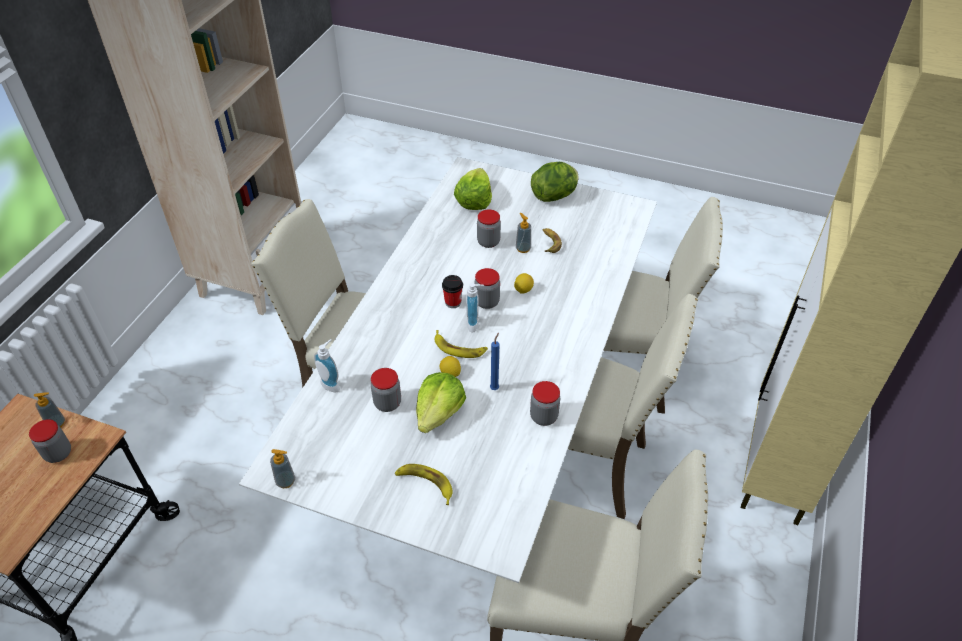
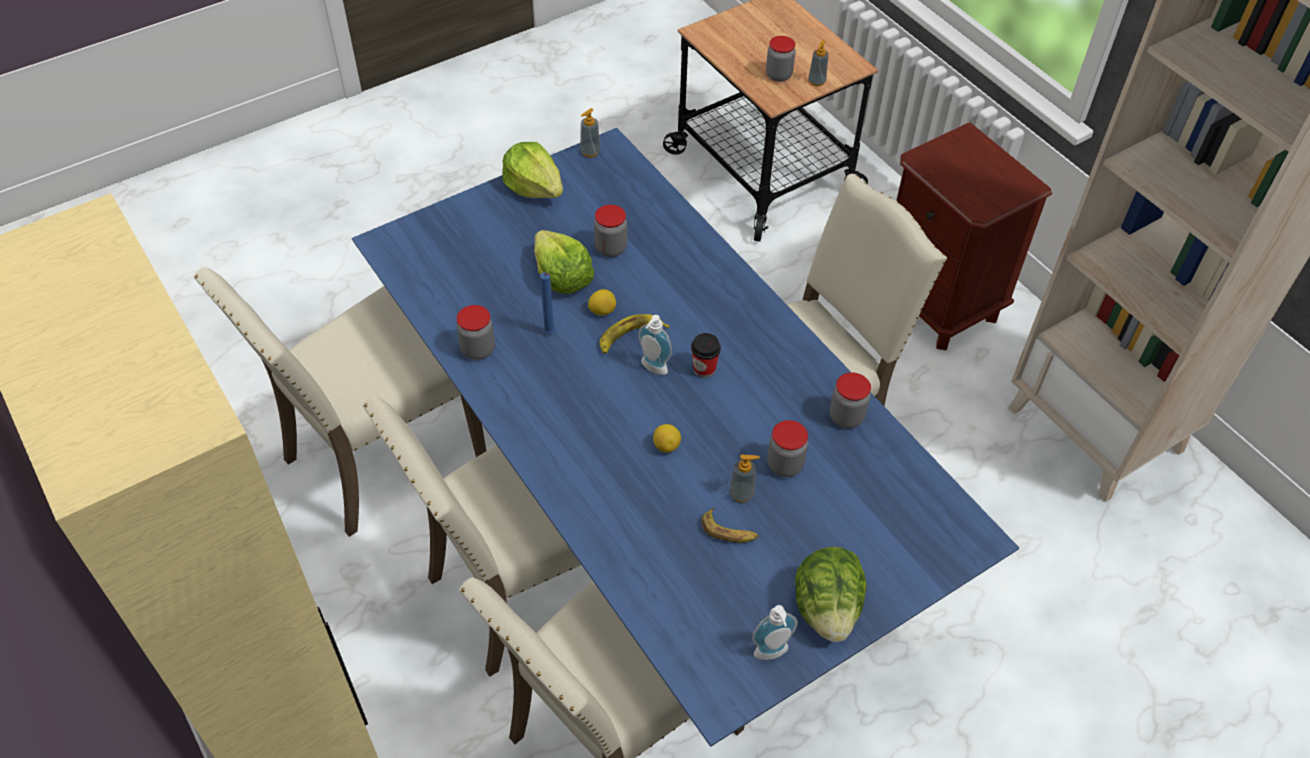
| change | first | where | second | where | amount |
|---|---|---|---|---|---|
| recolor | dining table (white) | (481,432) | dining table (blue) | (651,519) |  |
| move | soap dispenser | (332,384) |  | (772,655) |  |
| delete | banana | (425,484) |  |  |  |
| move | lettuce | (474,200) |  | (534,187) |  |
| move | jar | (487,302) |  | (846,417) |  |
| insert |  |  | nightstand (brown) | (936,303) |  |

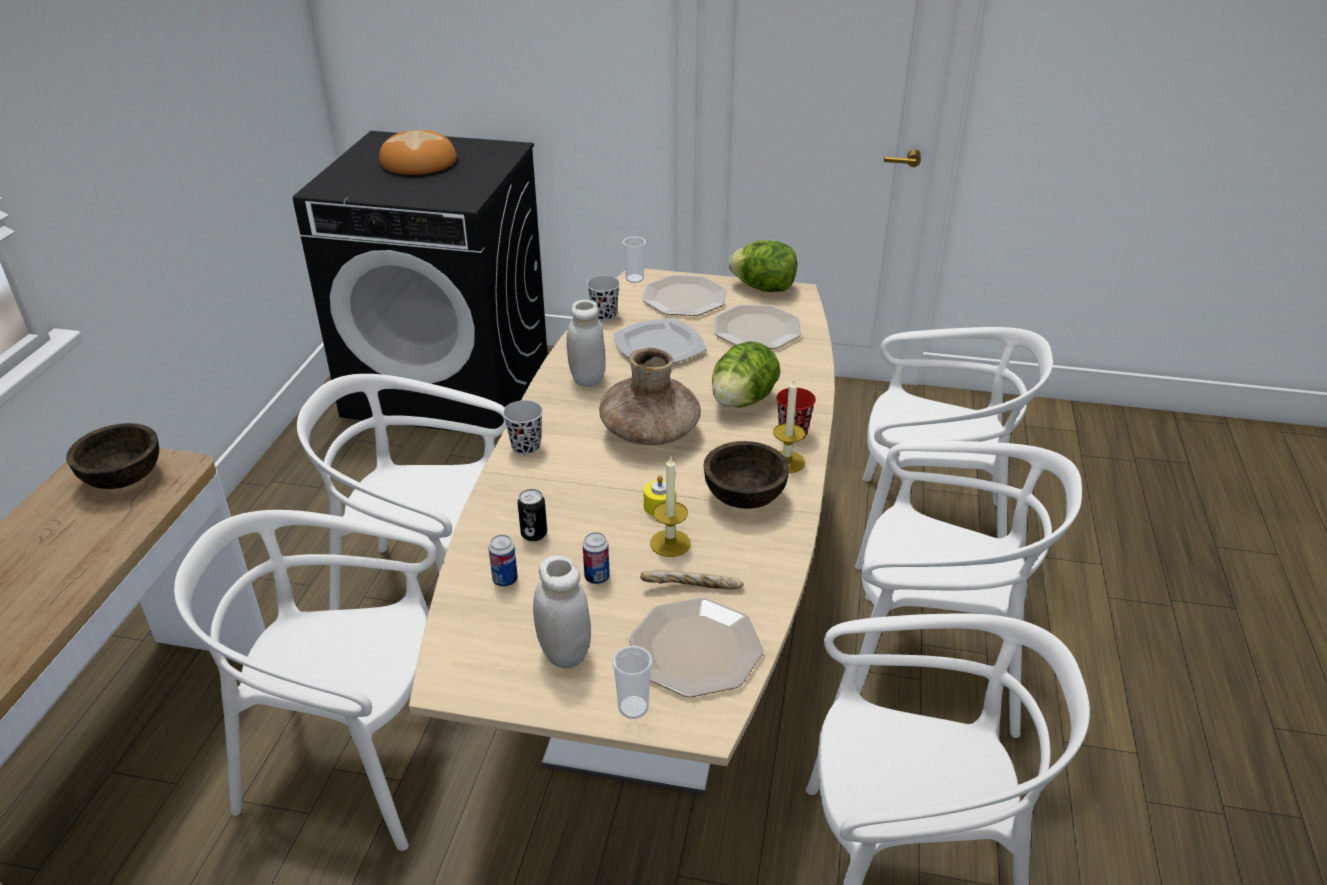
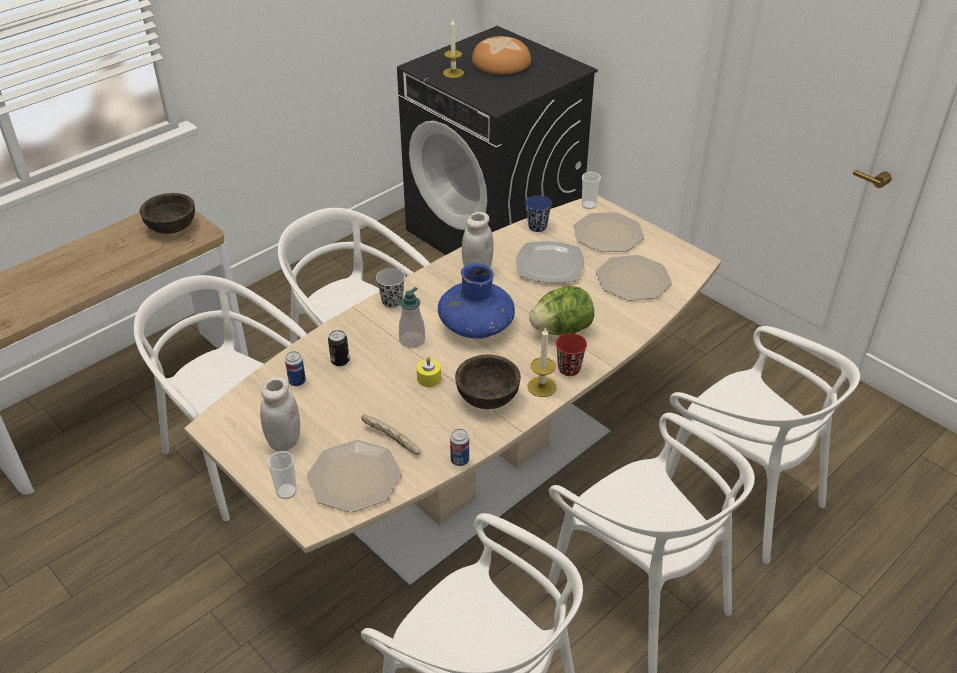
| change | first | where | second | where | amount |
|---|---|---|---|---|---|
| move | can | (597,577) |  | (460,460) |  |
| recolor | cup (black) | (604,315) | cup (blue) | (537,226) |  |
| recolor | vase (brown) | (650,432) | vase (blue) | (476,325) |  |
| move | candle | (670,543) |  | (453,73) |  |
| delete | lettuce | (763,288) |  |  |  |
| insert |  |  | soap dispenser | (412,340) |  |

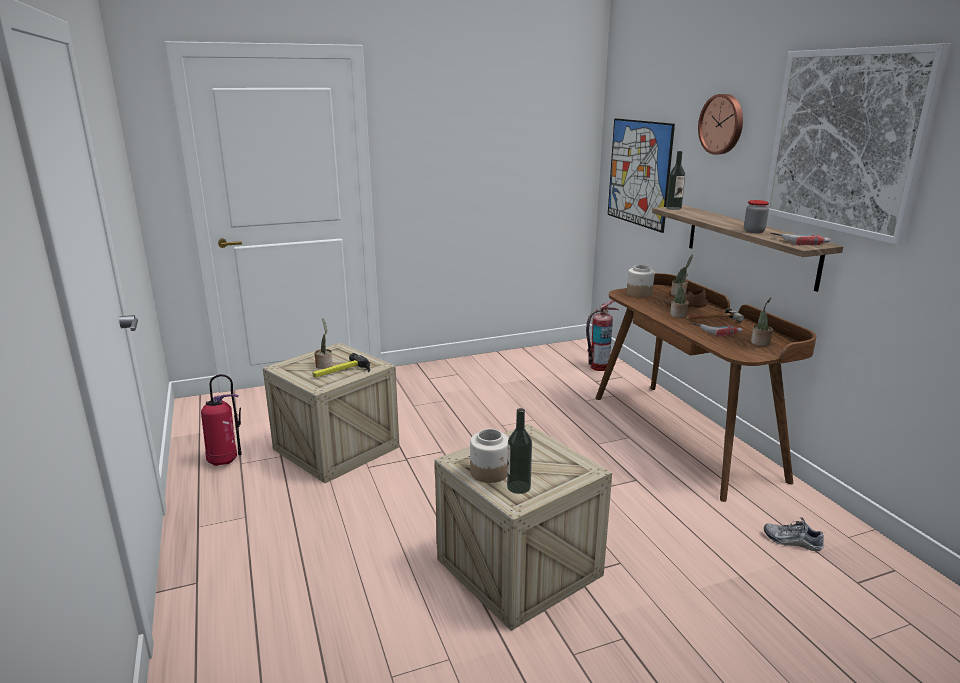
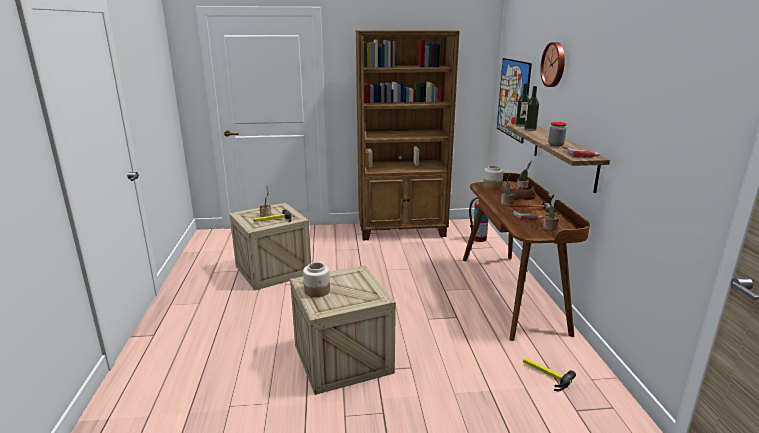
| change | first | where | second | where | amount |
|---|---|---|---|---|---|
| delete | fire extinguisher | (225,461) |  |  |  |
| move | bottle | (518,487) |  | (530,130) |  |
| replace | shoe | (792,541) | hammer | (545,375) |  |
| delete | picture | (845,141) |  |  |  |
| insert |  |  | bookcase (brown) | (402,231) |  |

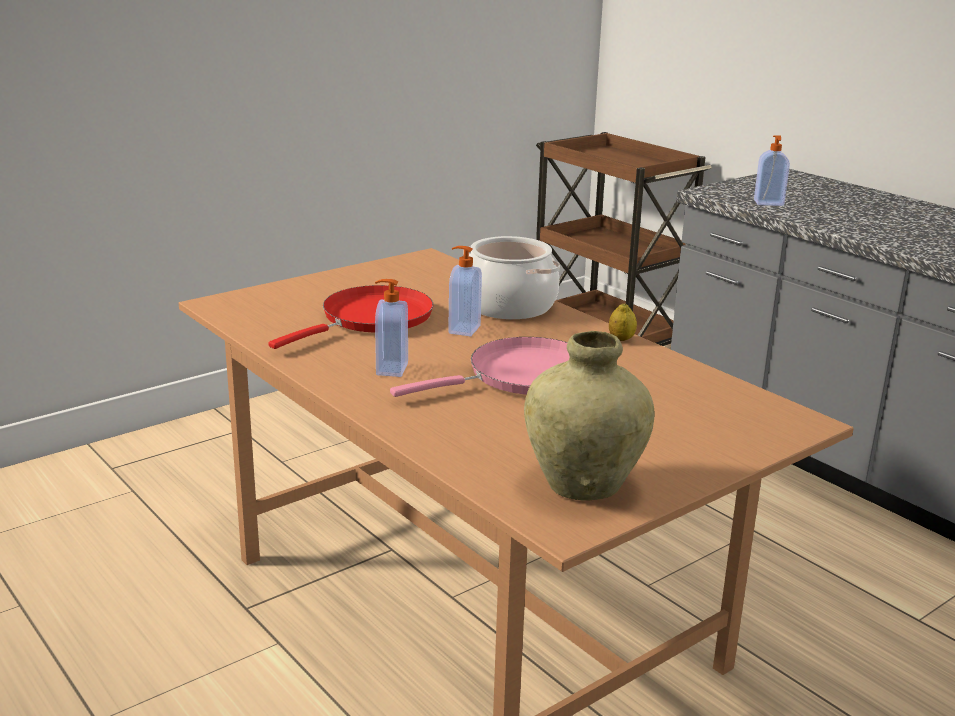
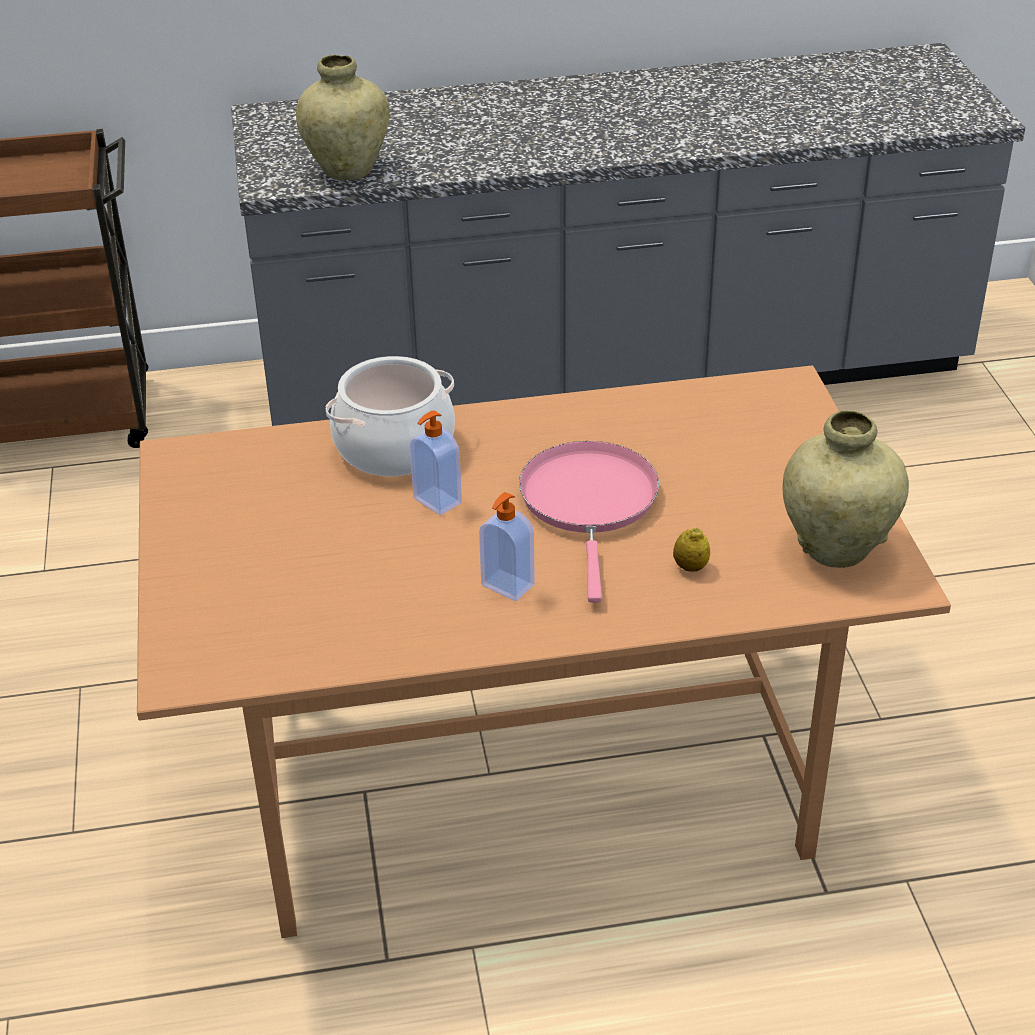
| change | first | where | second | where | amount |
|---|---|---|---|---|---|
| delete | frying pan (red) | (371,319) |  |  |  |
| move | lemon | (621,339) |  | (690,567) |  |
| replace | soap dispenser | (768,203) | vase (beige) | (348,169) |  |

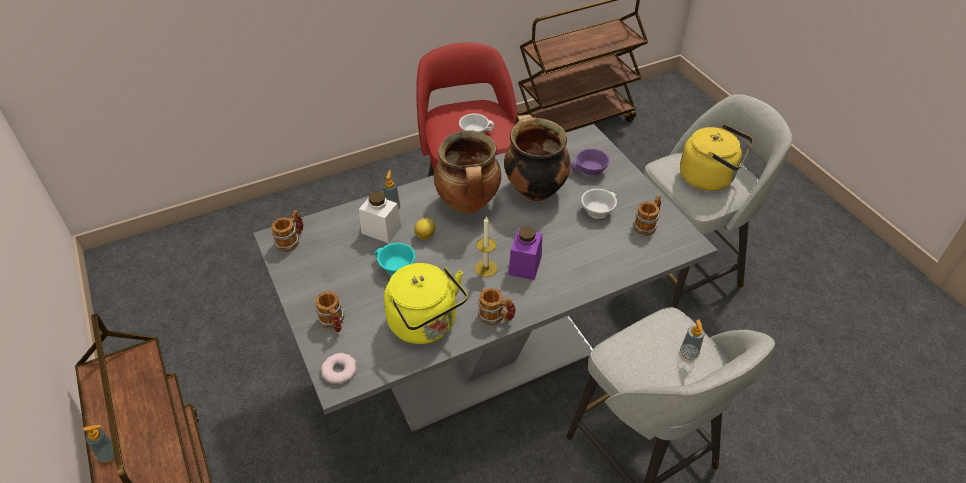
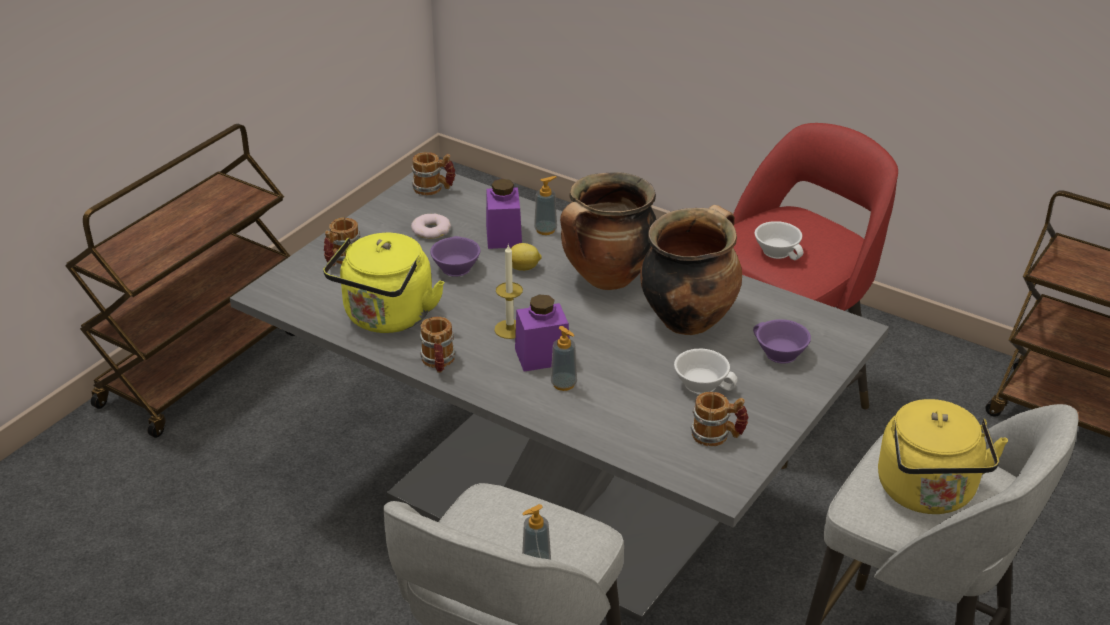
| change | first | where | second | where | amount |
|---|---|---|---|---|---|
| move | soap dispenser | (109,455) |  | (564,384) |  |
| move | donut | (339,370) |  | (431,230) |  |
| recolor | jar (white) | (381,230) | jar (purple) | (504,236) |  |
| recolor | cup (turquoise) | (395,267) | cup (purple) | (454,267) |  |

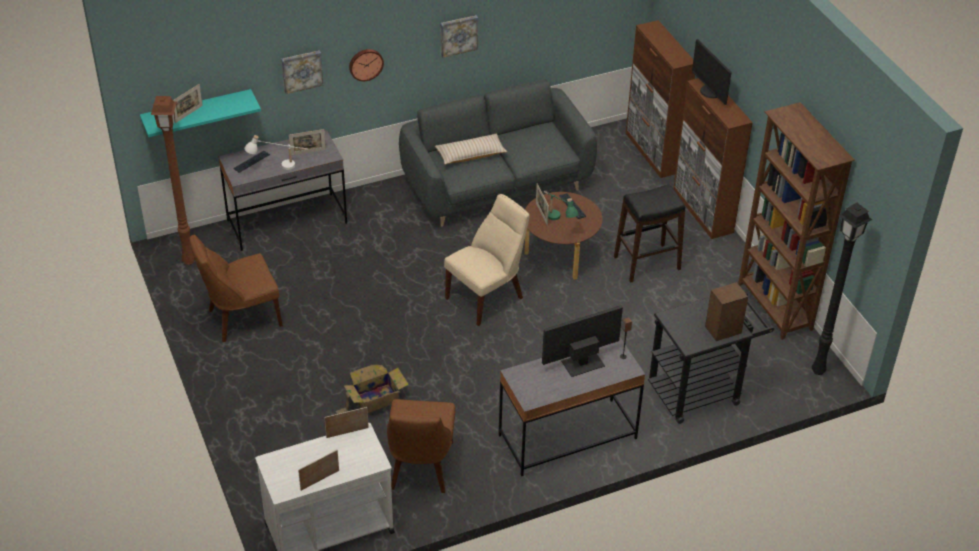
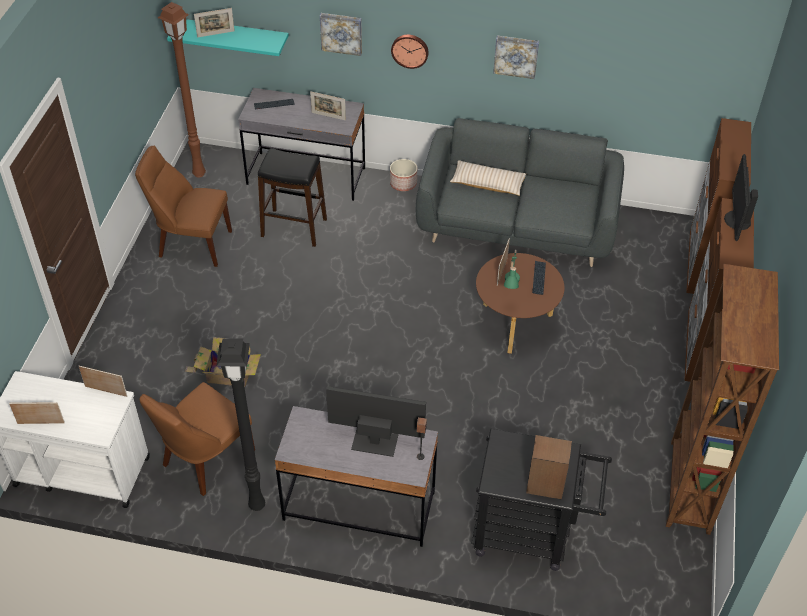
| change | first | where | second | where | amount |
|---|---|---|---|---|---|
| delete | table lamp (white) | (278,167) |  |  |  |
| delete | chair (beige) | (487,297) |  |  |  |
| move | stool (black) | (646,263) |  | (293,228) |  |
| move | floor lamp (black) | (817,370) |  | (256,504) |  |
| insert |  |  | planter | (403,183) |  |

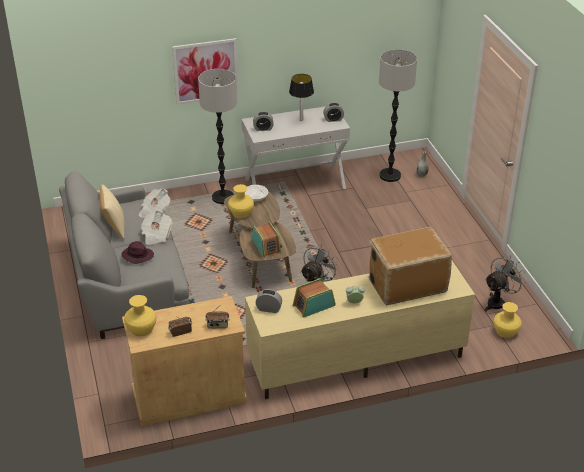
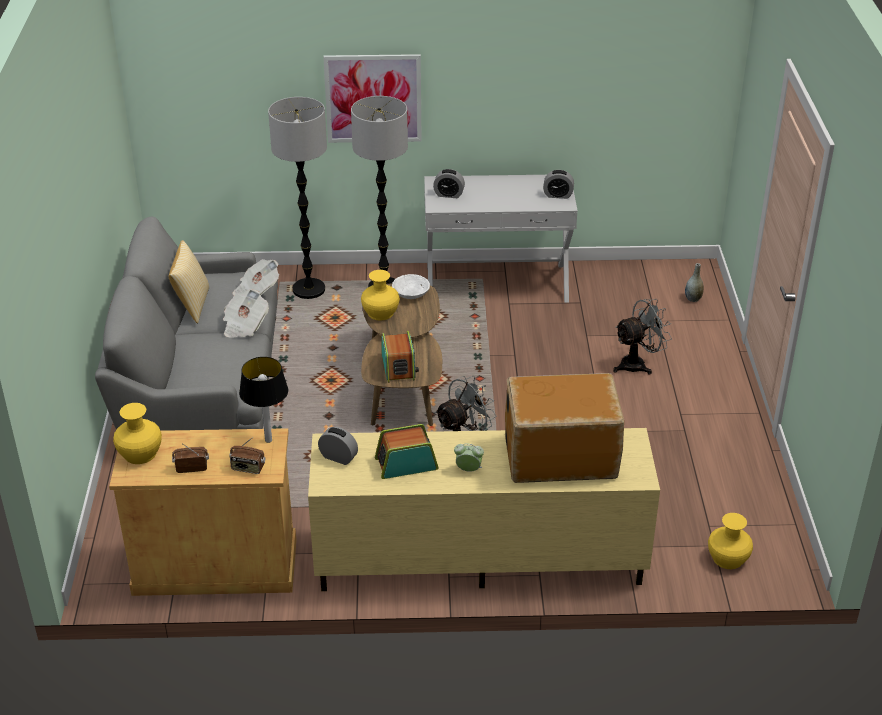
| change | first | where | second | where | amount |
|---|---|---|---|---|---|
| delete | hat (purple) | (137,256) |  |  |  |
| move | table lamp | (301,120) |  | (268,440) |  |
| move | floor lamp | (390,175) |  | (309,290) |  |
| move | fan (grey) | (499,302) |  | (638,364) |  |

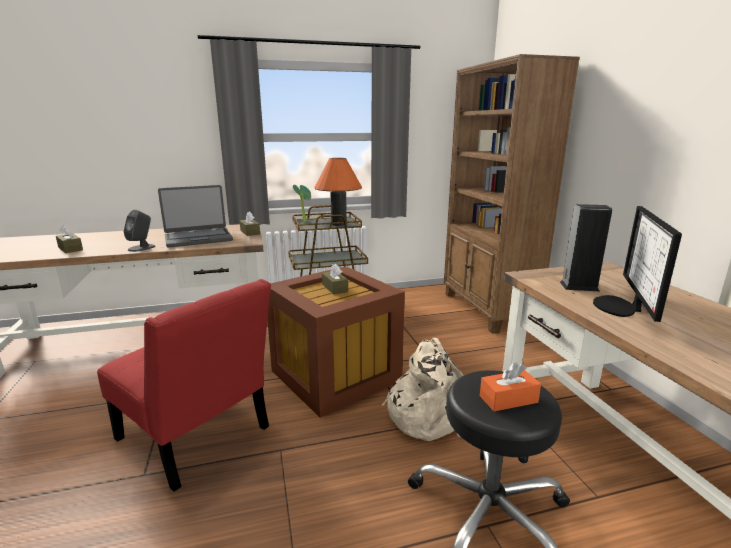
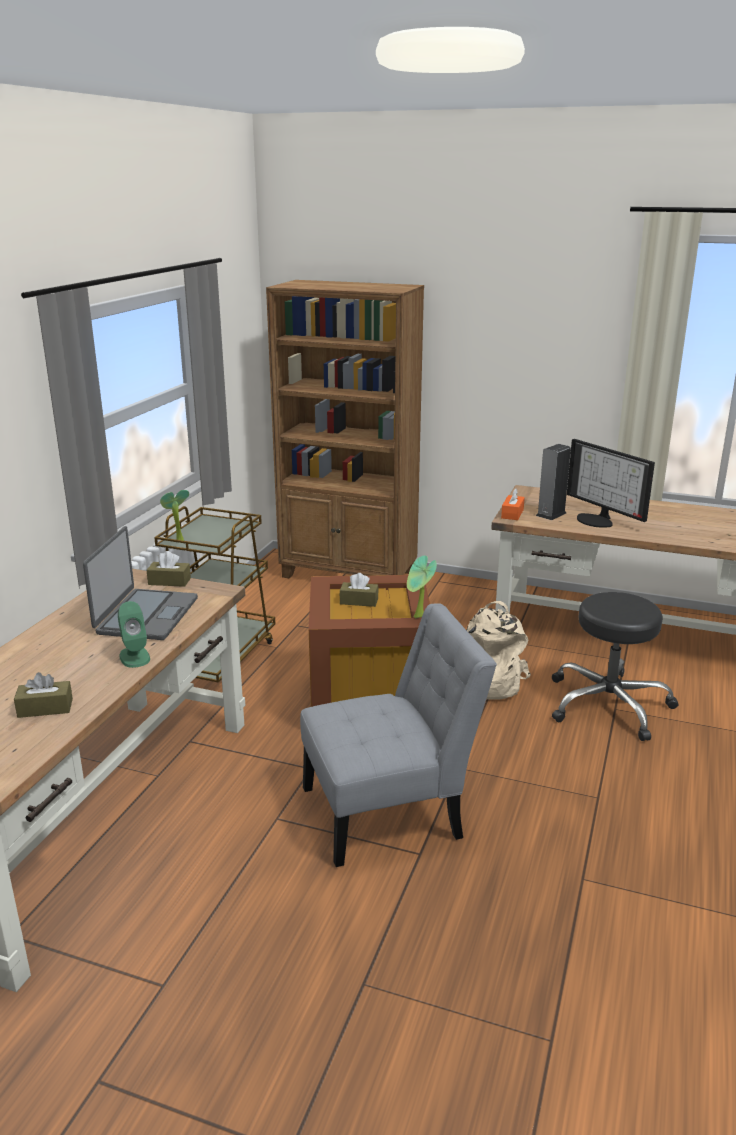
| change | first | where | second | where | amount |
|---|---|---|---|---|---|
| recolor | chair (red) | (198,437) | chair (grey) | (390,810) |  |
| recolor | speaker (grey) | (142,248) | speaker (green) | (134,657) |  |
| delete | table lamp (orange) | (338,224) |  |  |  |
| move | tissue box (orange) | (508,399) |  | (512,514) |  |
| insert |  |  | potted plant | (419,617) |  |

